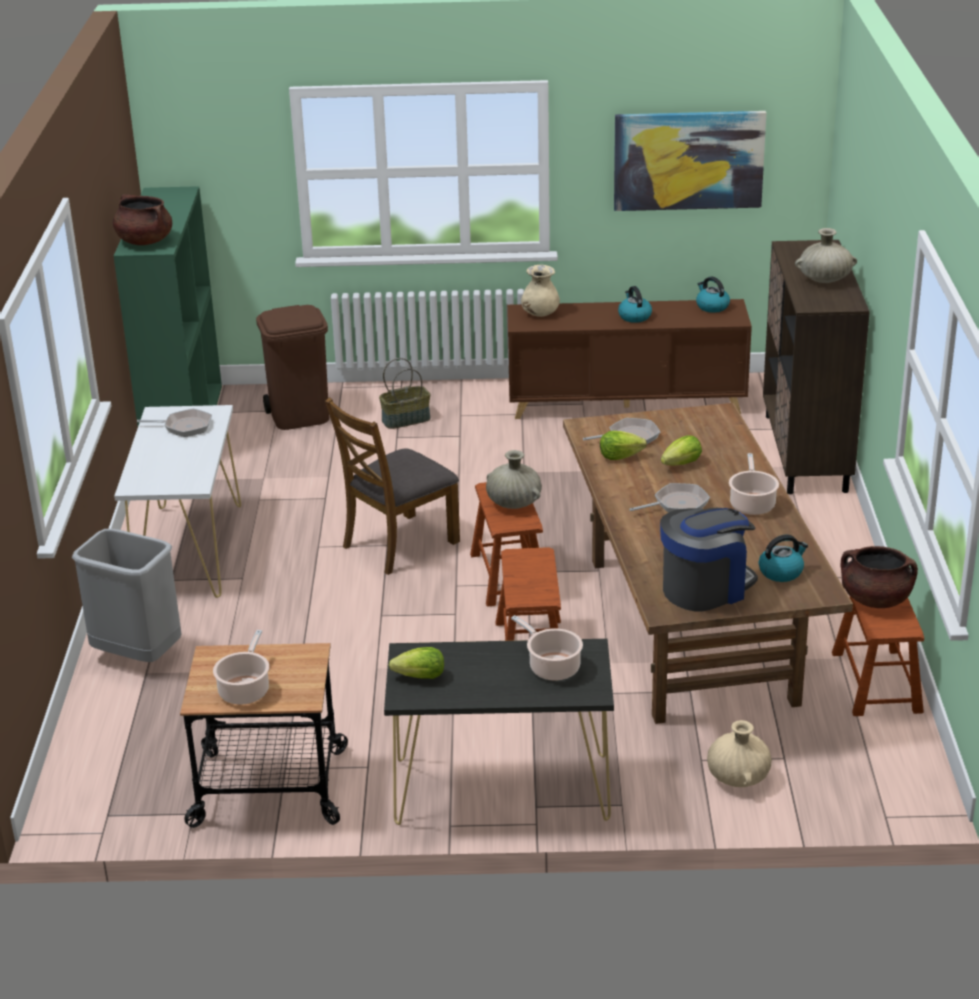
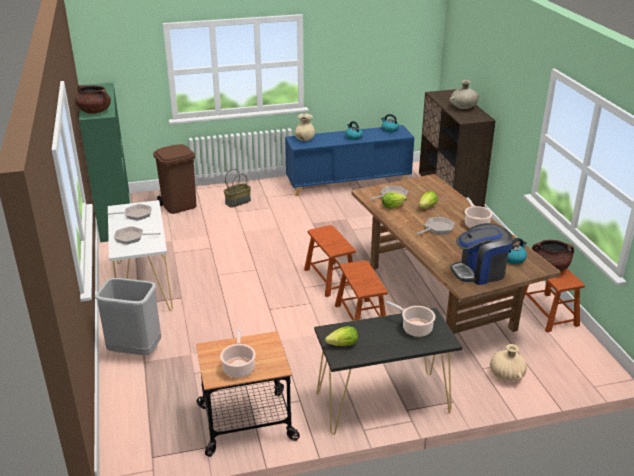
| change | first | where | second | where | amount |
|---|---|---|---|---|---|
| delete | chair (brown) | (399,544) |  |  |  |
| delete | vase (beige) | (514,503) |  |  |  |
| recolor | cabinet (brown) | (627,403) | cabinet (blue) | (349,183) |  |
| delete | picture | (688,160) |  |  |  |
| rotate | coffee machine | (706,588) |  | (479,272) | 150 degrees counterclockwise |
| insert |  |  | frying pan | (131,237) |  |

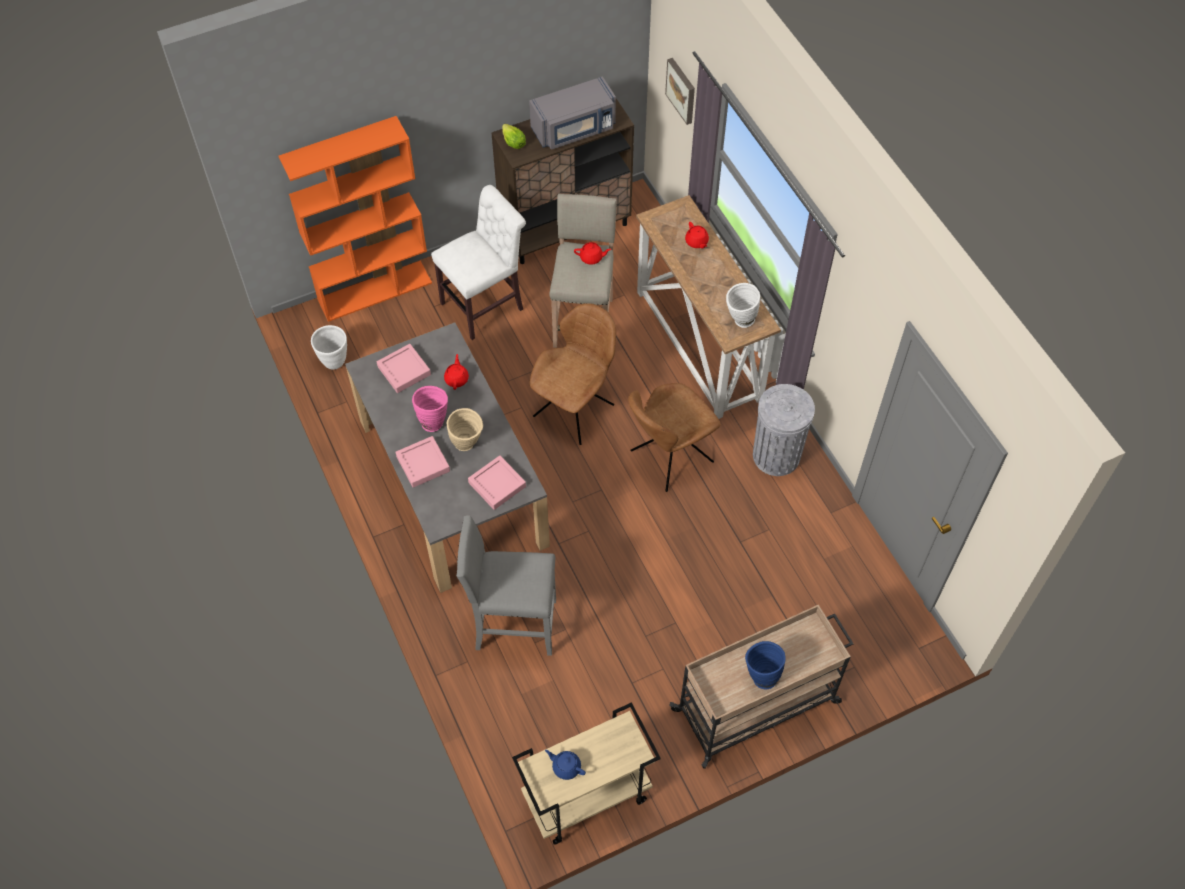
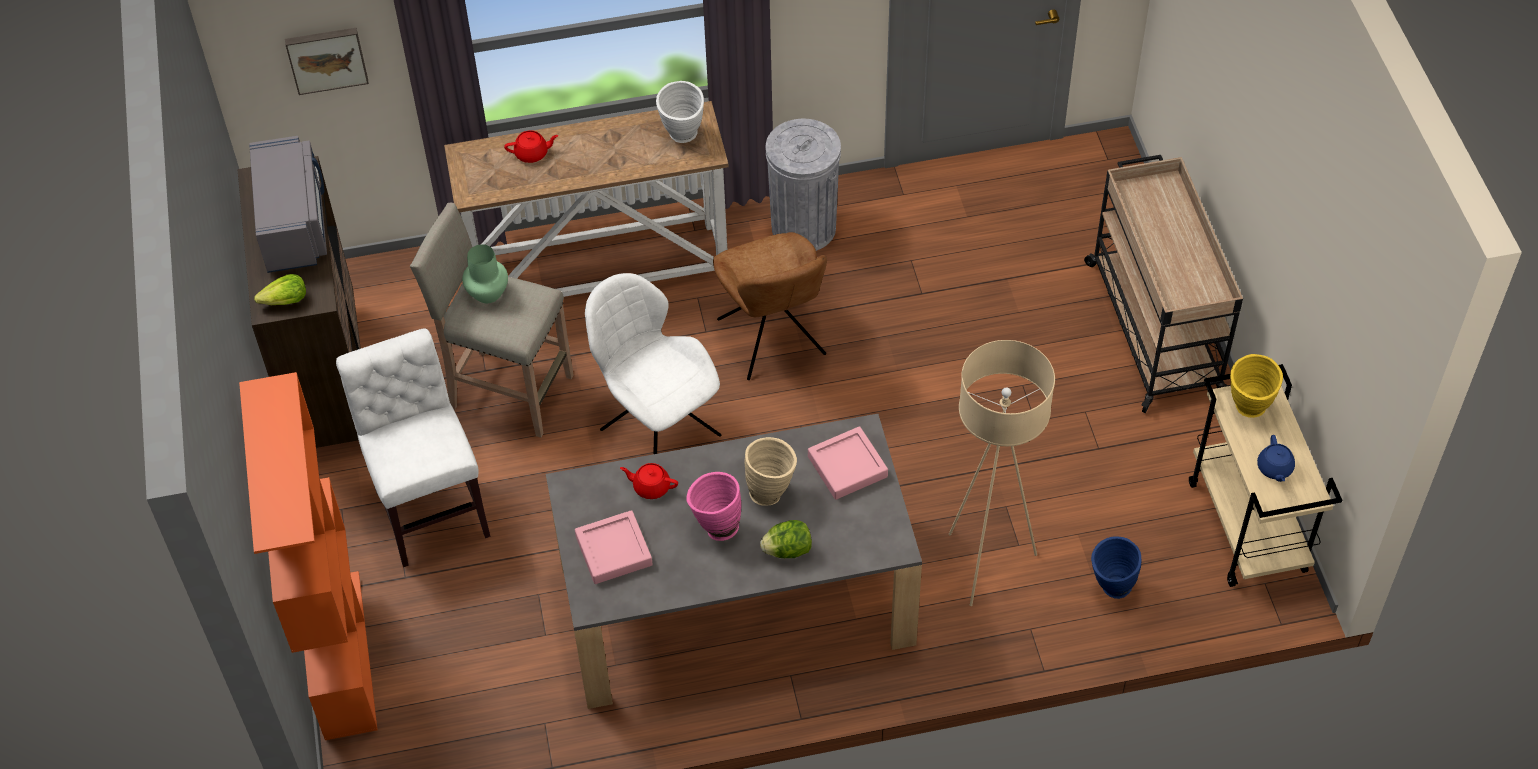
| change | first | where | second | where | amount |
|---|---|---|---|---|---|
| delete | planter (white) | (334,361) |  |  |  |
| replace | tray (pink) | (423,464) | lettuce | (788,550) |  |
| replace | stool (grey) | (513,624) | floor lamp (beige) | (986,564) |  |
| recolor | chair (brown) | (575,408) | chair (white) | (657,430) |  |
| rotate | teapot (blue) | (566,767) |  | (1274,468) | 45 degrees counterclockwise |
| replace | teapot (red) | (591,258) | vase (green) | (487,292) |  |
| move | vase (blue) | (760,675) |  | (1110,589) |  |
| insert |  |  | vase (yellow) | (1248,411) |  |

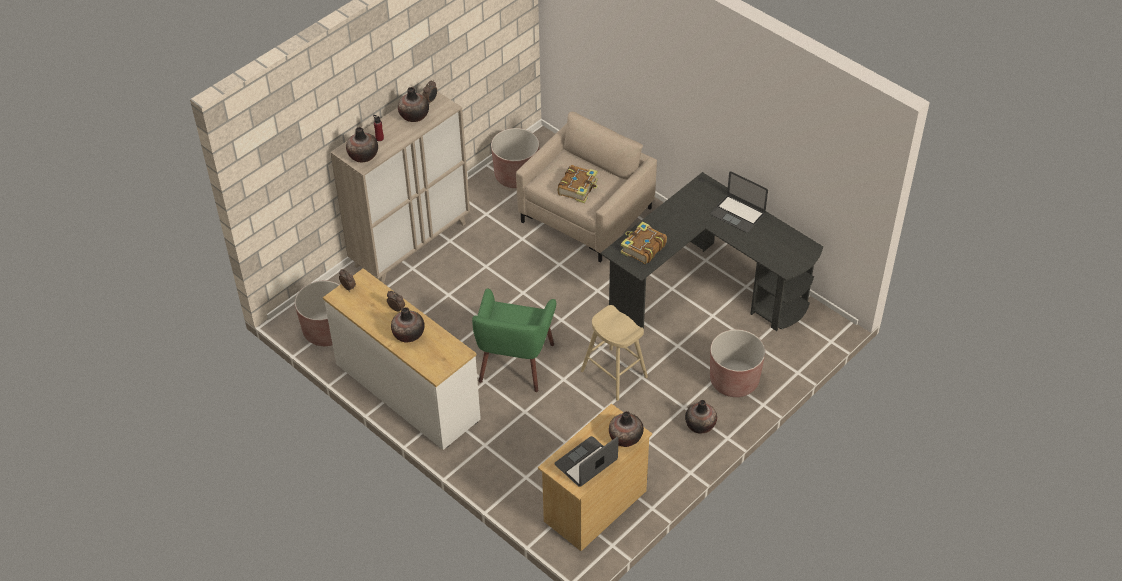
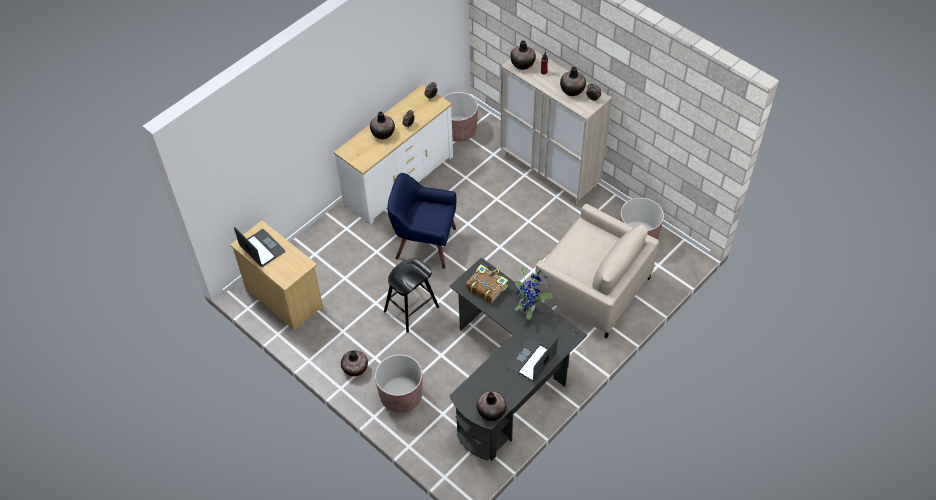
| change | first | where | second | where | amount |
|---|---|---|---|---|---|
| recolor | armchair (green) | (515,363) | armchair (blue) | (424,244) |  |
| delete | book | (578,188) |  |  |  |
| recolor | stool (beige) | (614,374) | stool (black) | (411,309) |  |
| move | vase | (625,437) |  | (491,411) |  |
| insert |  |  | potted plant | (528,308) |  |

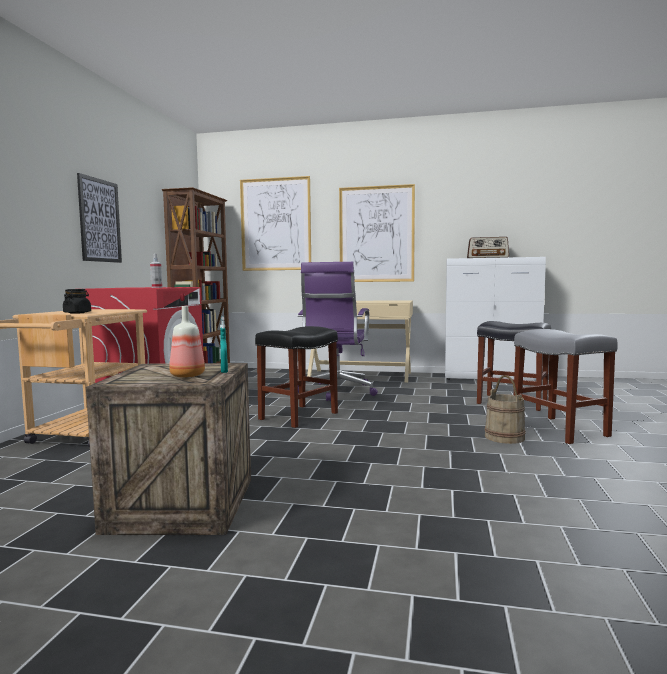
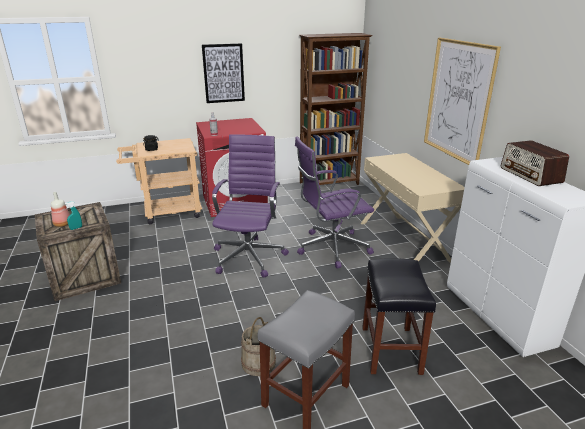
| change | first | where | second | where | amount |
|---|---|---|---|---|---|
| delete | picture | (276,224) |  |  |  |
| replace | stool (black) | (299,416) | office chair (purple) | (249,256) |  |

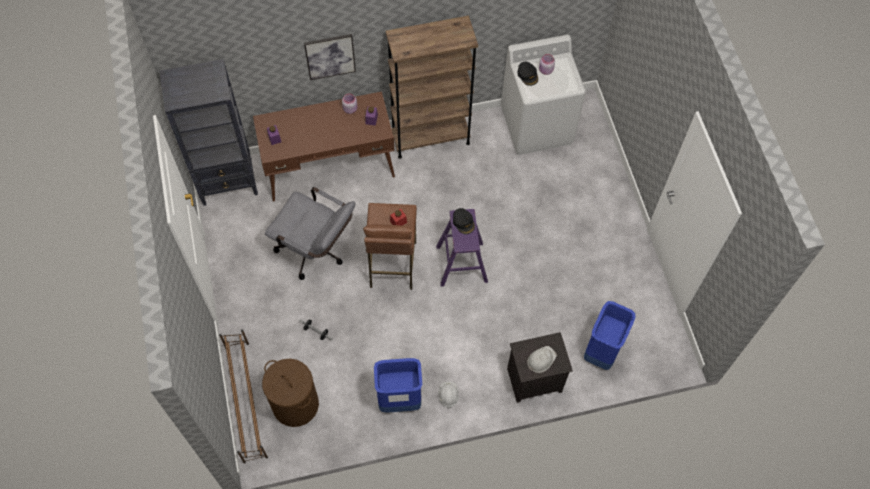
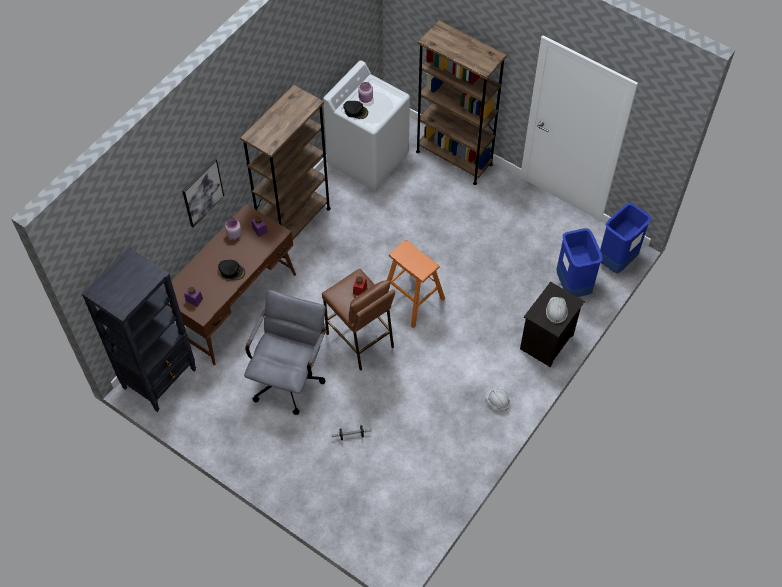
| change | first | where | second | where | amount |
|---|---|---|---|---|---|
| delete | shoe rack (brown) | (246,400) |  |  |  |
| delete | laundry basket (brown) | (295,404) |  |  |  |
| rotate | office chair (grey) | (316,251) |  | (290,376) | 60 degrees counterclockwise |
| move | trash can (blue) | (399,400) |  | (617,261) |  |
| recolor | stool (purple) | (462,264) | stool (orange) | (412,300) |  |
| move | cap (black) | (463,222) |  | (232,271) |  |
| insert |  |  | bookcase (brown) | (454,158) |  |

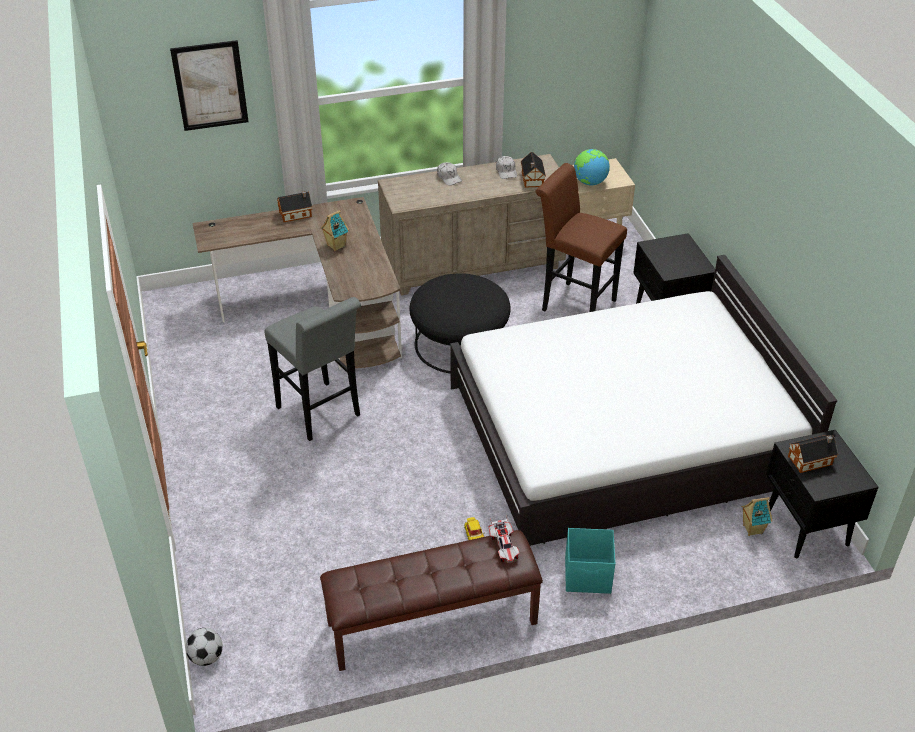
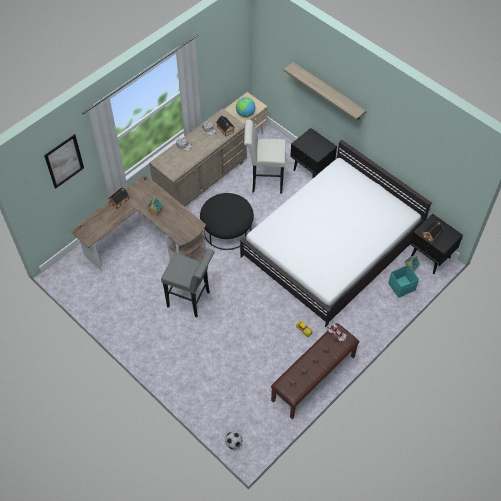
| change | first | where | second | where | amount |
|---|---|---|---|---|---|
| recolor | stool (brown) | (573,303) | stool (white) | (264,181) |  |
| move | storage box (turquoise) | (588,576) |  | (402,286) |  |
| insert |  |  | shelf | (328,91) |  |

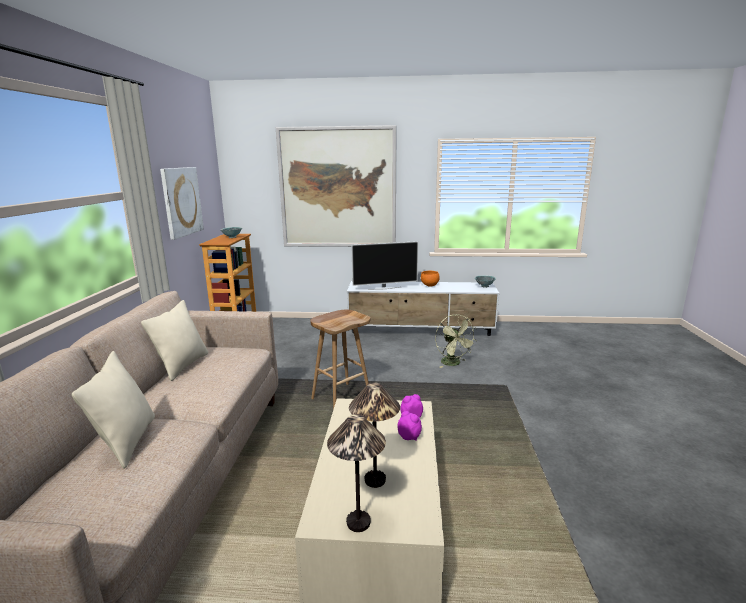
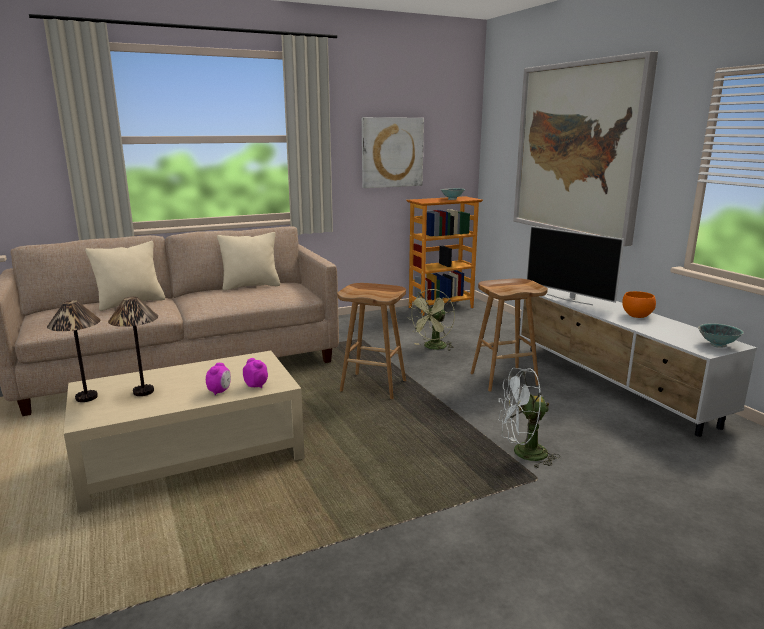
| change | first | where | second | where | amount |
|---|---|---|---|---|---|
| move | fan (green) | (453,363) |  | (433,348) |  |
| insert |  |  | stool (brown) | (504,378) |  |
| insert |  |  | fan (white) | (523,454) |  |

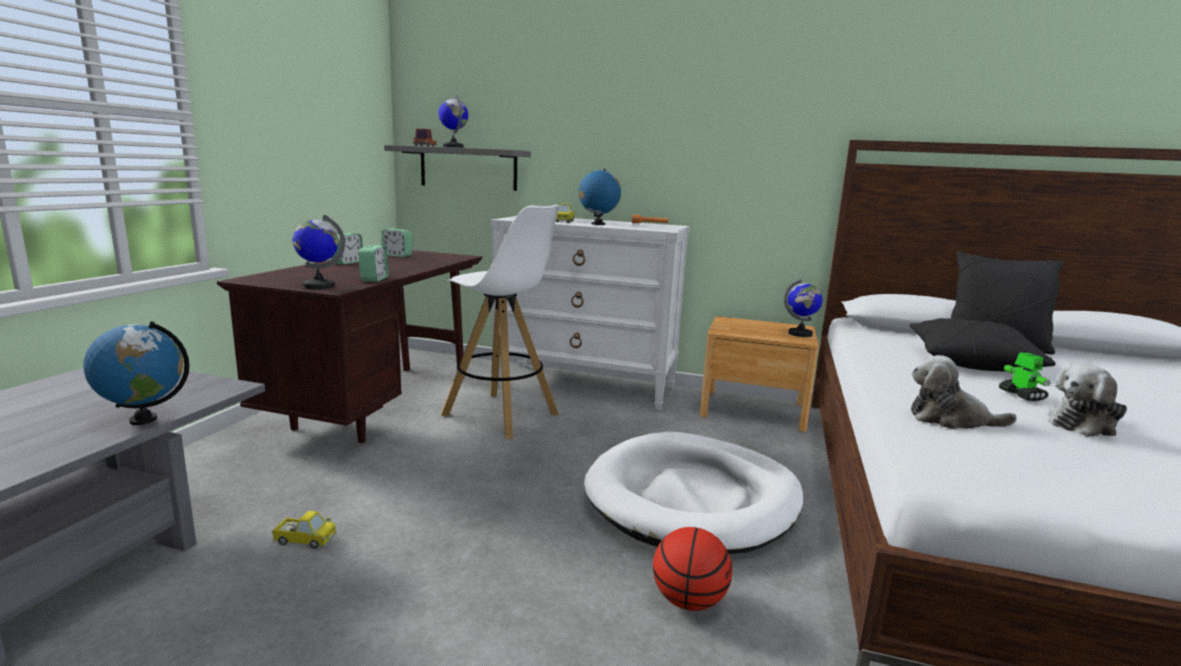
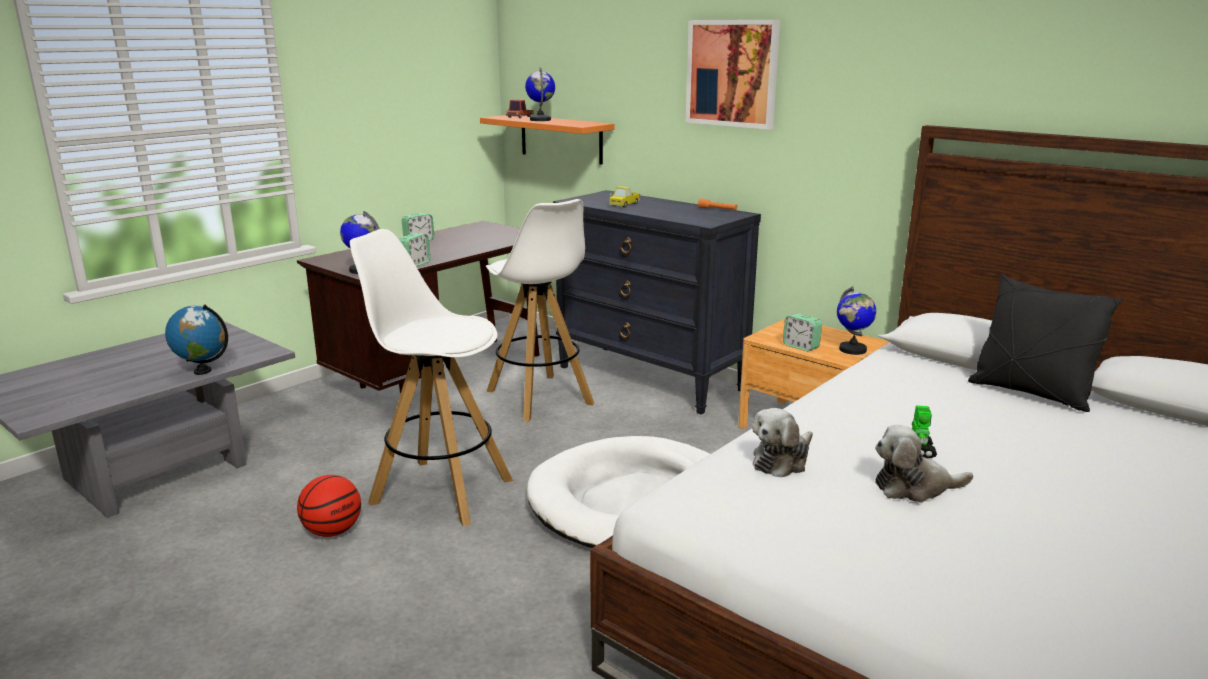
| change | first | where | second | where | amount |
|---|---|---|---|---|---|
| delete | toy truck | (305,540) |  |  |  |
| move | alarm clock | (397,255) |  | (801,346) |  |
| recolor | shelf (grey) | (468,168) | shelf (orange) | (561,139) |  |
| recolor | dresser (white) | (586,386) | dresser (black) | (651,378) |  |
| delete | globe | (598,224) |  |  |  |
| move | basketball | (688,601) |  | (332,531) |  |
| delete | pillow (black) | (970,362) |  |  |  |
| rotate | plush toy | (950,419) |  | (782,461) | 90 degrees counterclockwise |
| insert |  |  | stool (white) | (440,490) |  |
| insert |  |  | picture | (732,73) |  |

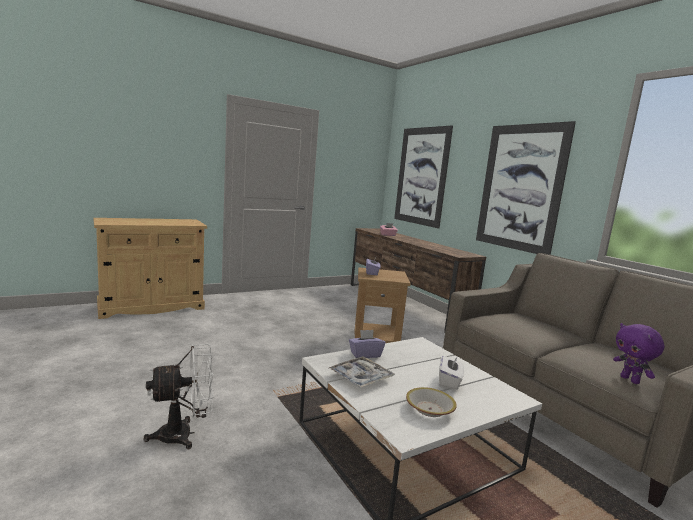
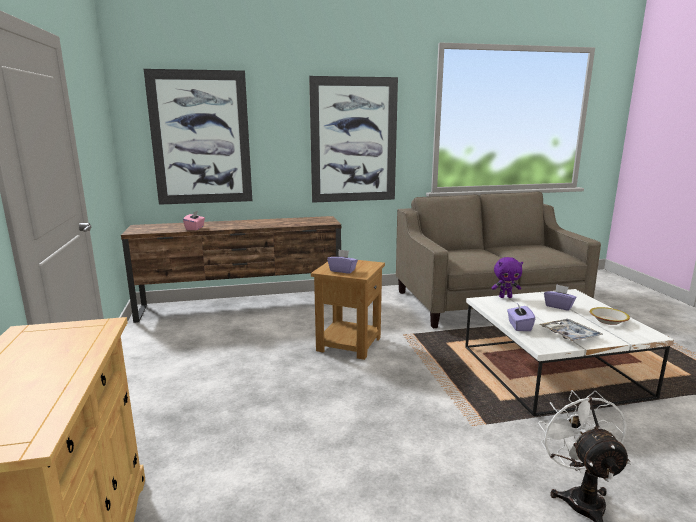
| change | first | where | second | where | amount |
|---|---|---|---|---|---|
| recolor | tissue box (white) | (449,382) | tissue box (purple) | (558,306) |  |
| move | plush toy (purple) | (630,380) |  | (505,297) |  |

